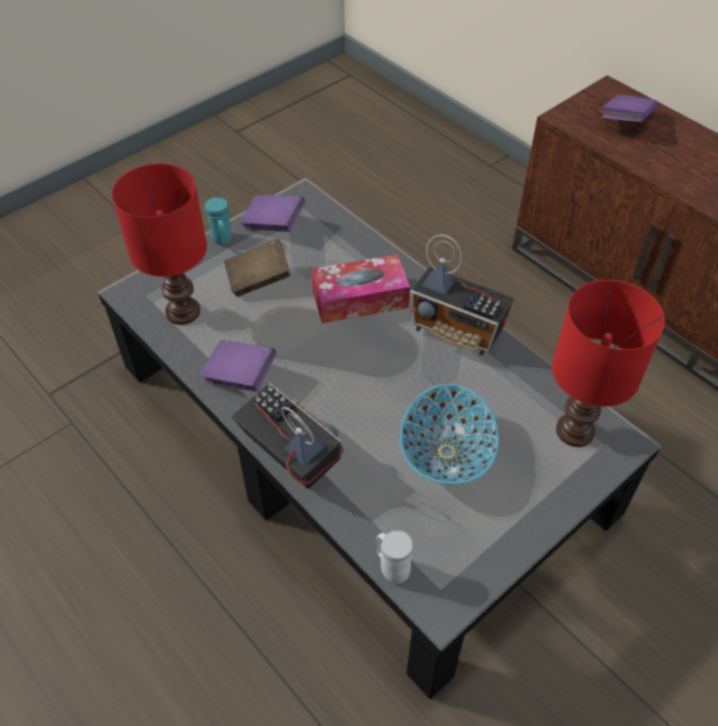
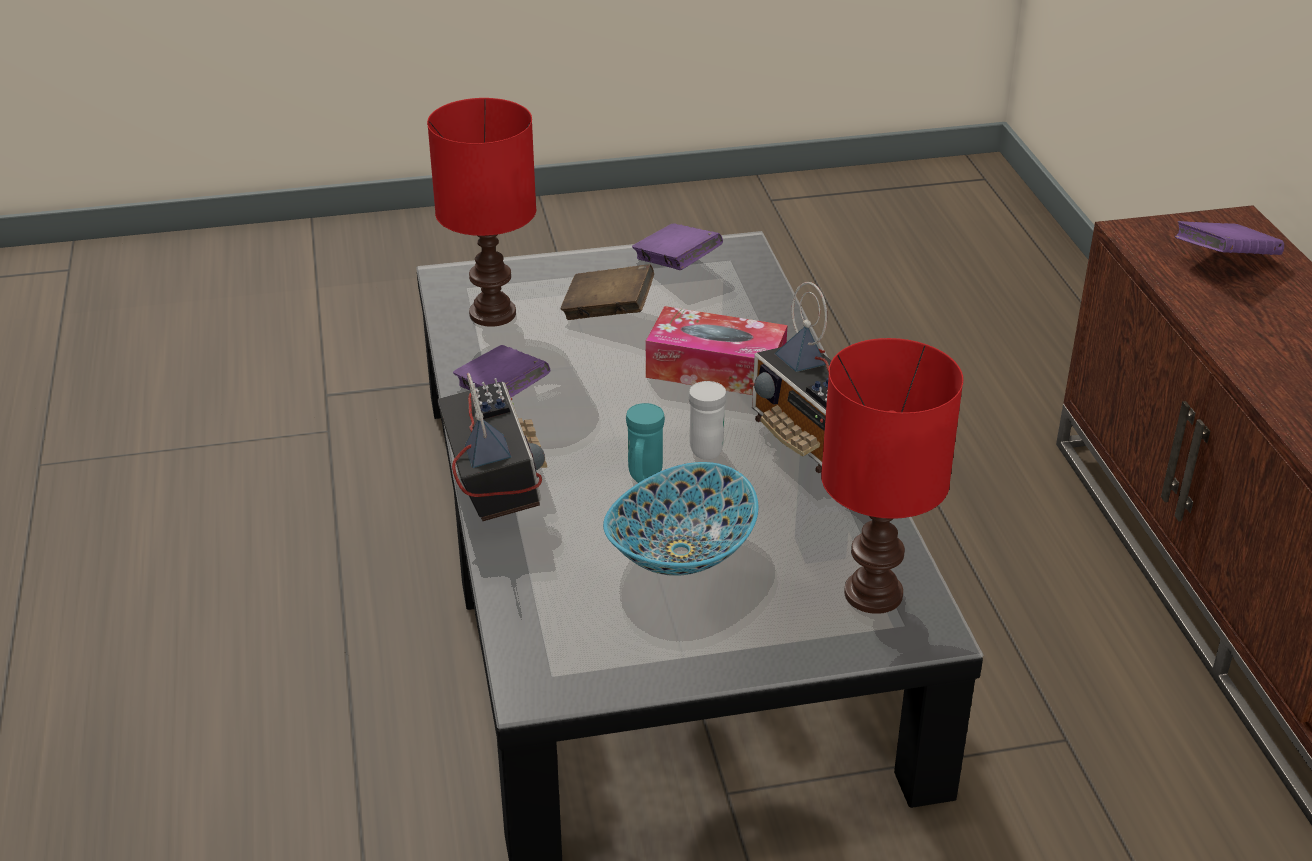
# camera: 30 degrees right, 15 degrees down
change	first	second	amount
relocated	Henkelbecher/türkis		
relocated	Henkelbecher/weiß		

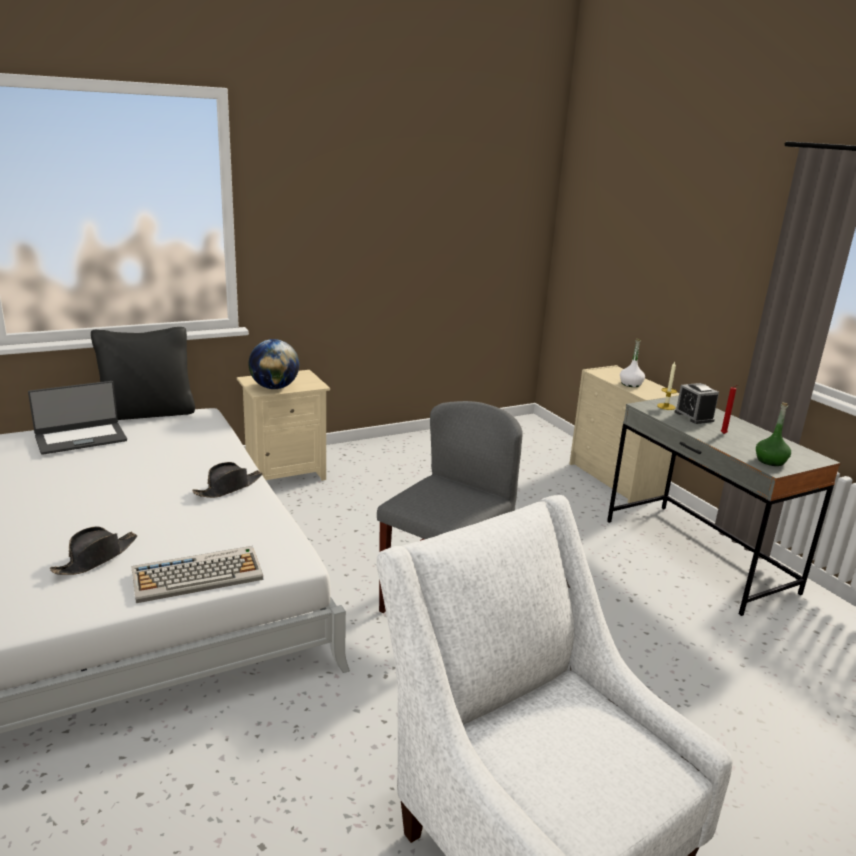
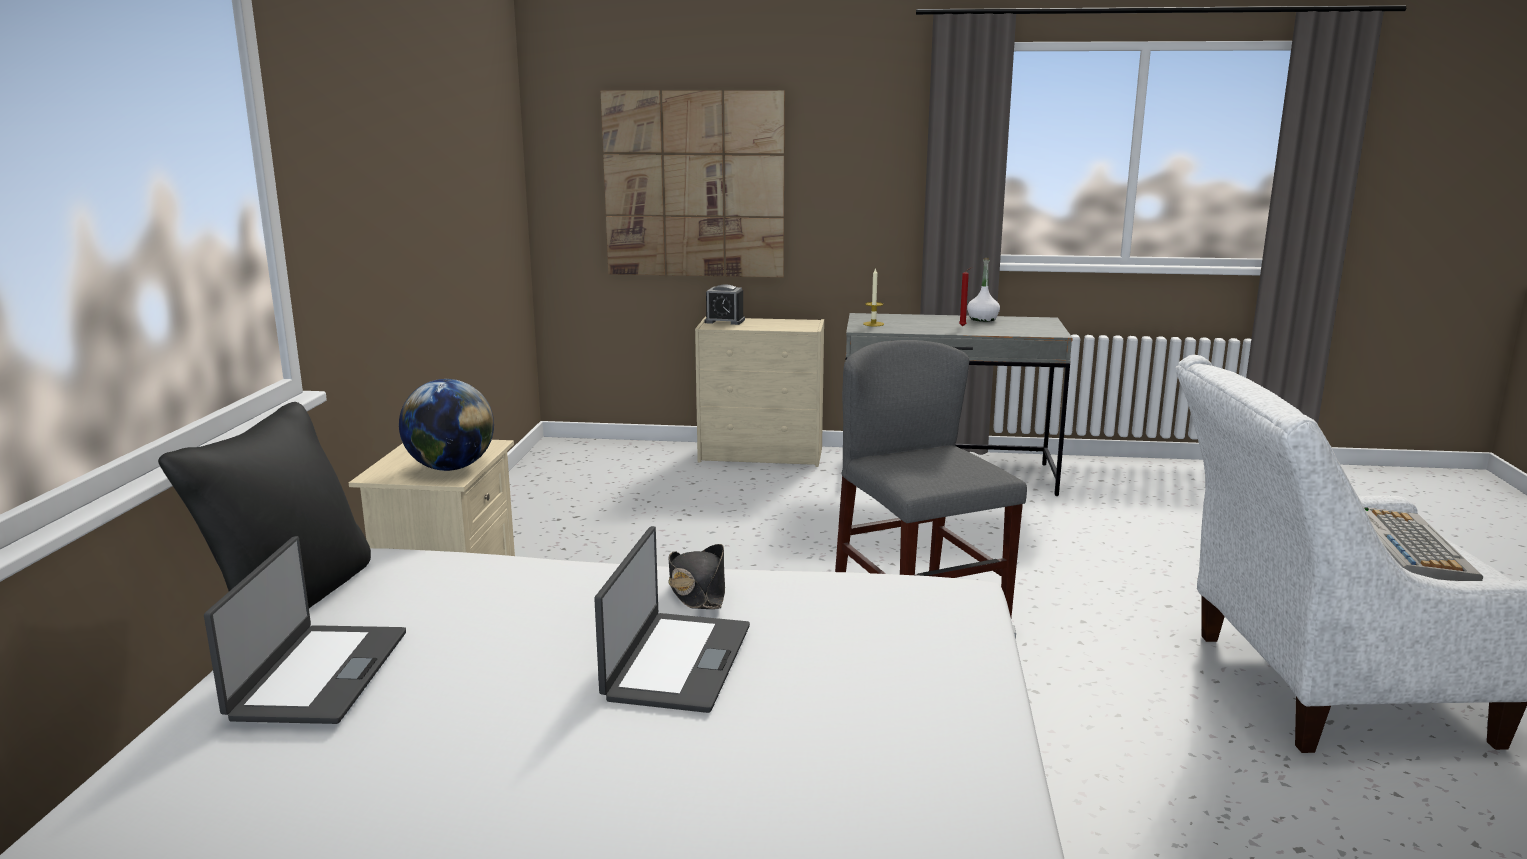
# camera: 55 degrees left, 5 degrees down
change	first	second	amount
missing	Hut/schwarz (no. 1 from left)		
relocated	Tastatur		
relocated	Flasche/weiß		
relocated	Wecker		
missing	Flasche/grün		
appeared		Laptop (no. 2 from left)	
appeared		Bild	

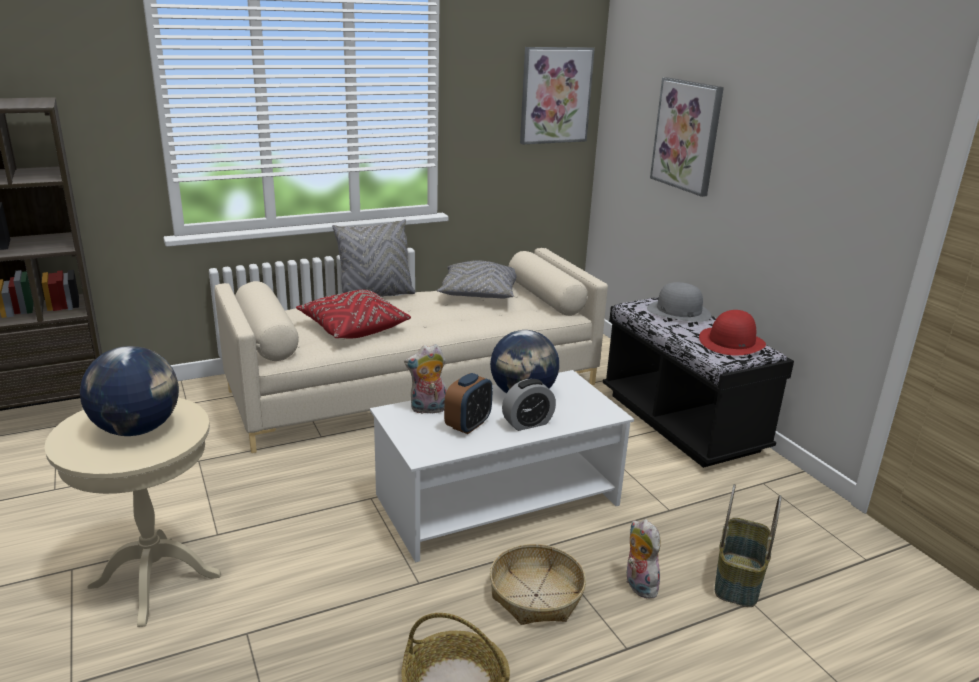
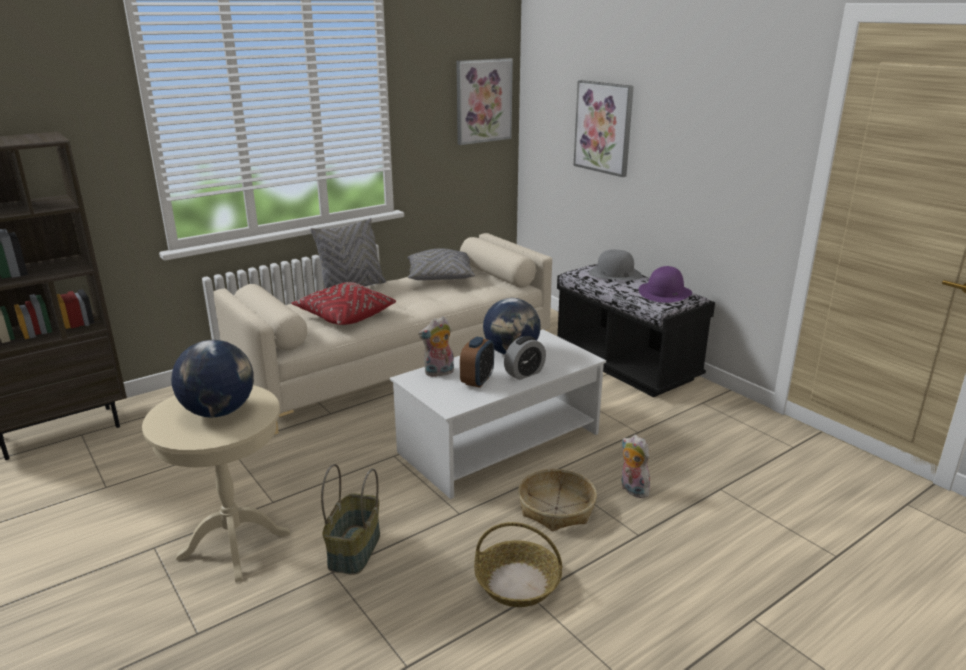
# camera: 10 degrees left, 0 degrees up
change	first	second	amount
colour	Hut/rot	Hut/lila	
relocated	Korb (no. 3 from left in the first image)	Korb (no. 1 from left)	

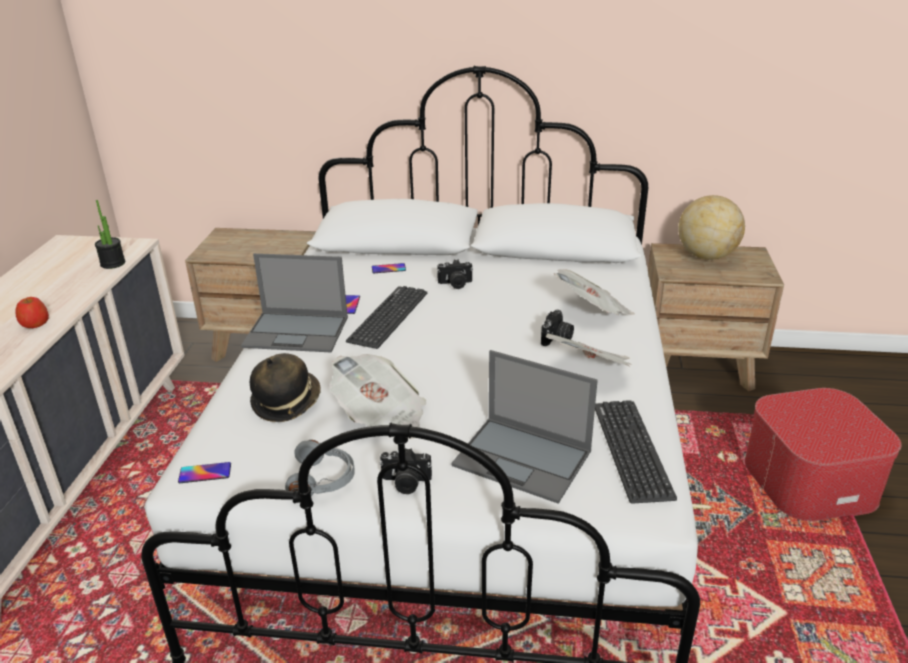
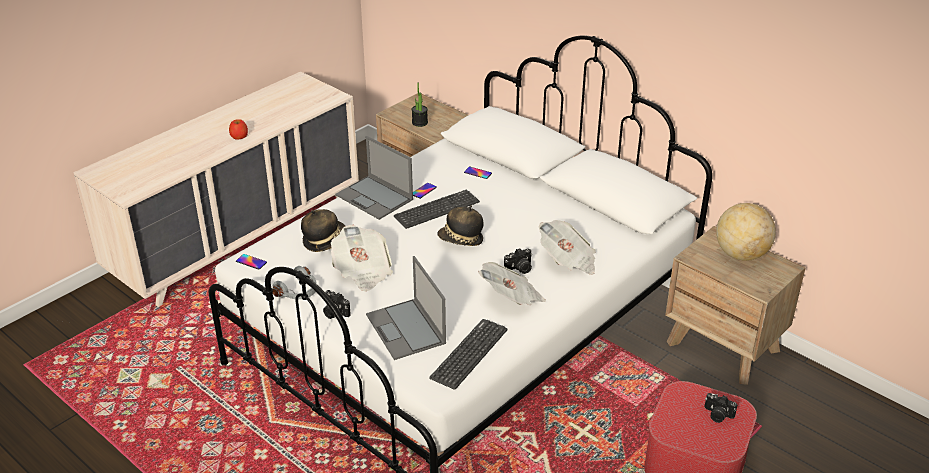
# camera: 35 degrees right, 5 degrees up
change	first	second	amount
relocated	Topfpflanze		
relocated	Kamera (no. 2 from left in the first image)	Kamera (no. 3 from left)	
appeared		Hut (no. 2 from left)	

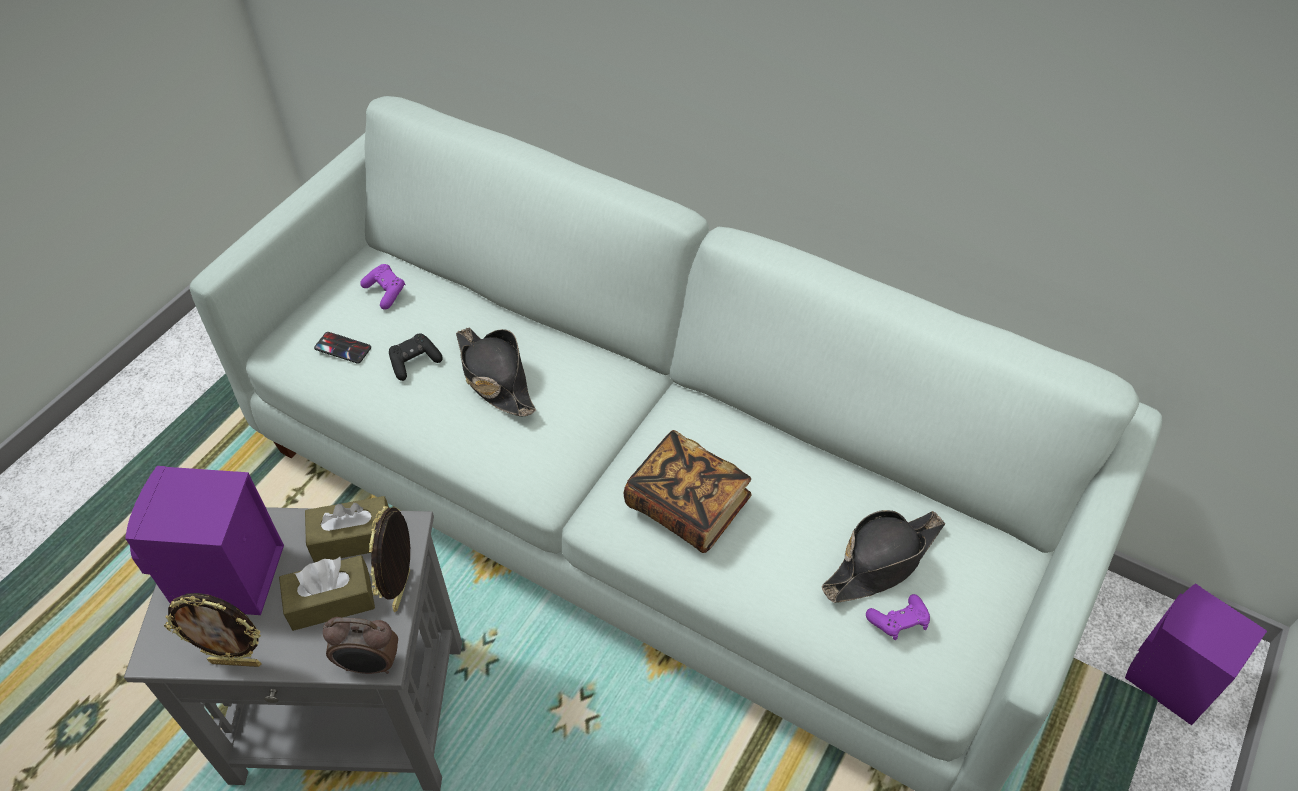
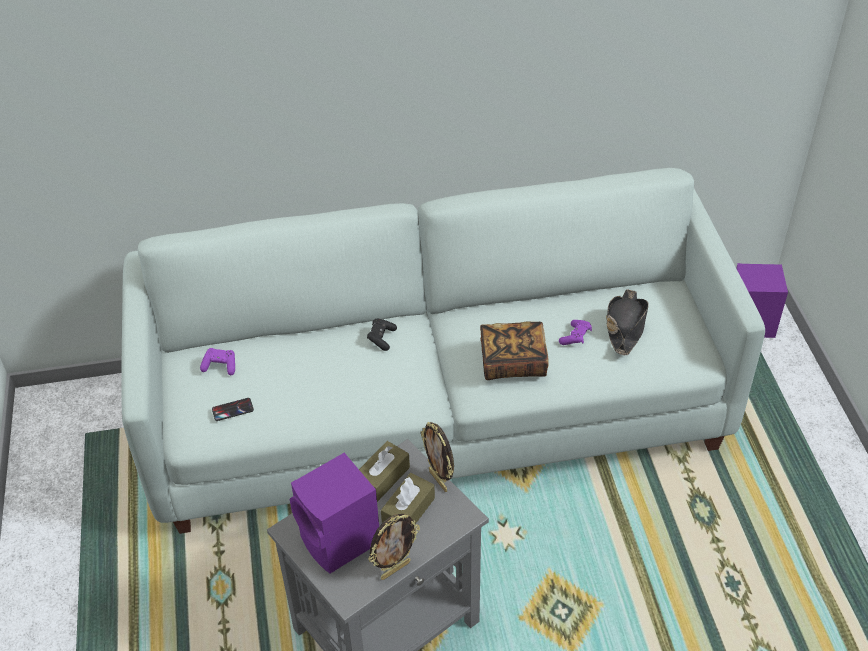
# camera: 40 degrees left, 5 degrees down
change	first	second	amount
missing	Wecker		
relocated	Gamepad/schwarz		
missing	Hut/schwarz (no. 1 from left)		
relocated	Gamepad/lila (no. 2 from left)		

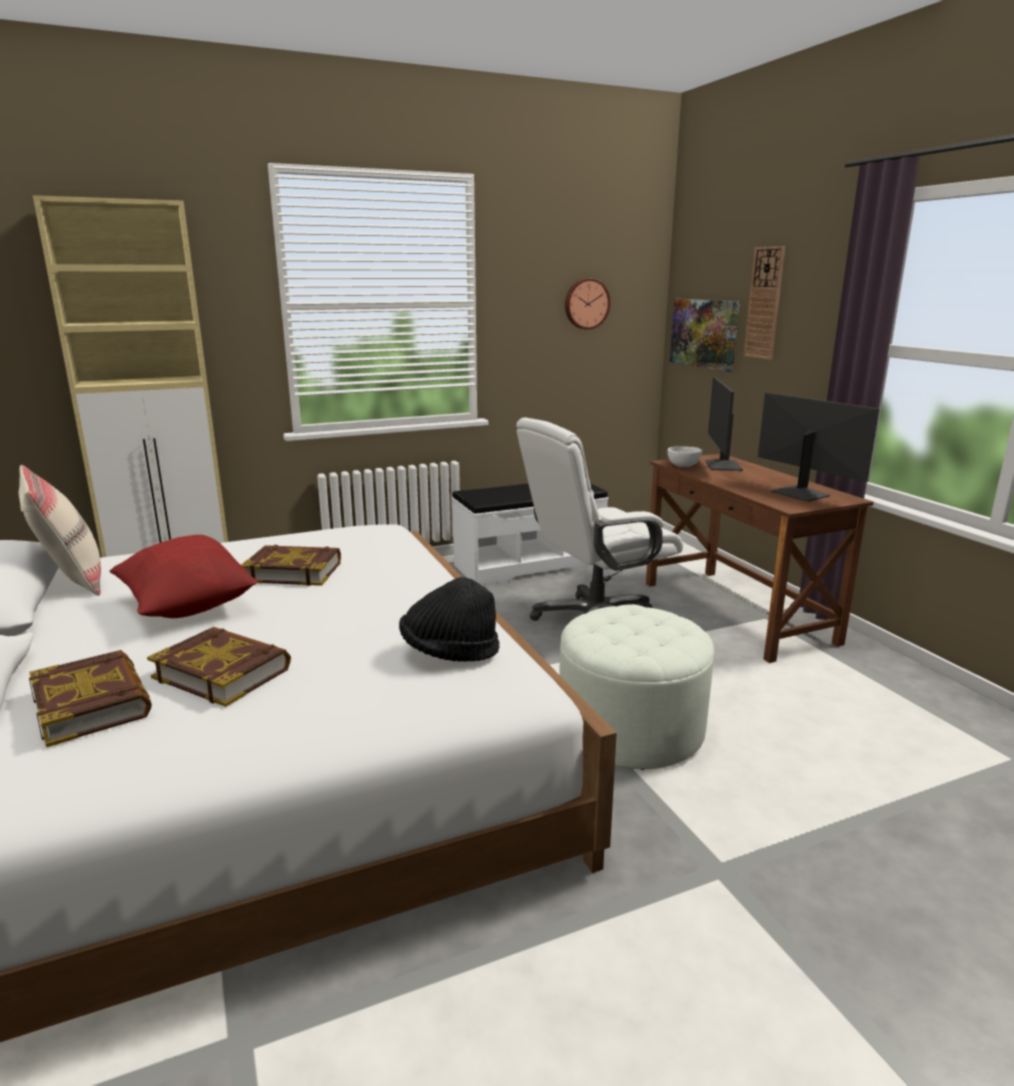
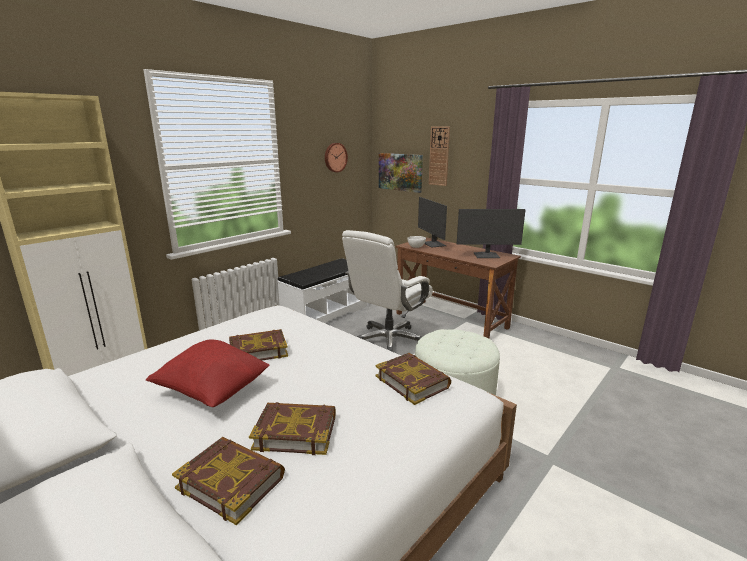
# camera: 25 degrees left, 0 degrees up
change	first	second	amount
missing	Kissen/beige		
exchanged	Hut/schwarz	Buch (no. 4 from left)	
spun	Monitor (no. 2 from left)		150 degrees clockwise

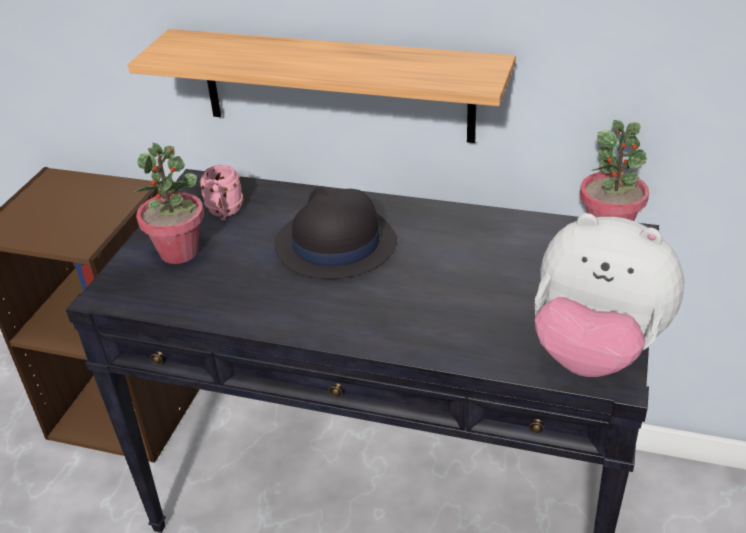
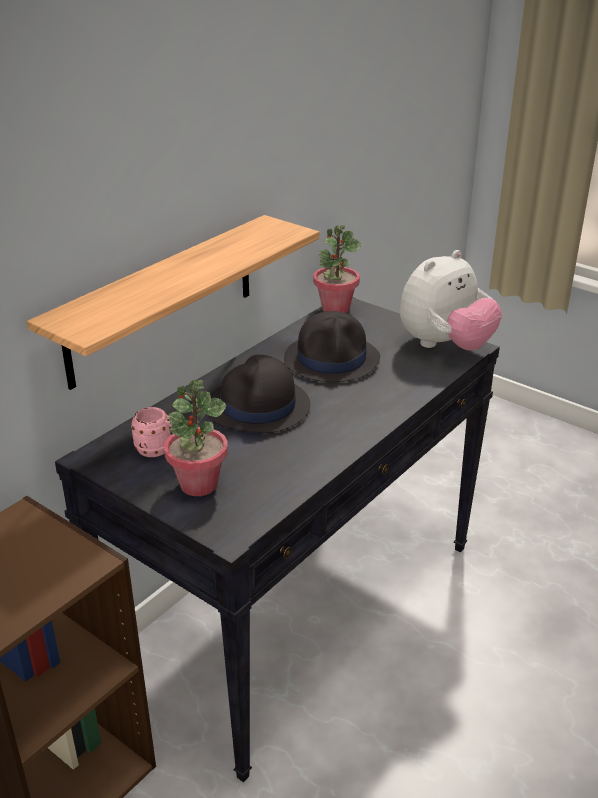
# camera: 70 degrees left, 5 degrees down
change	first	second	amount
appeared		Hut/schwarz (no. 2 from left)	

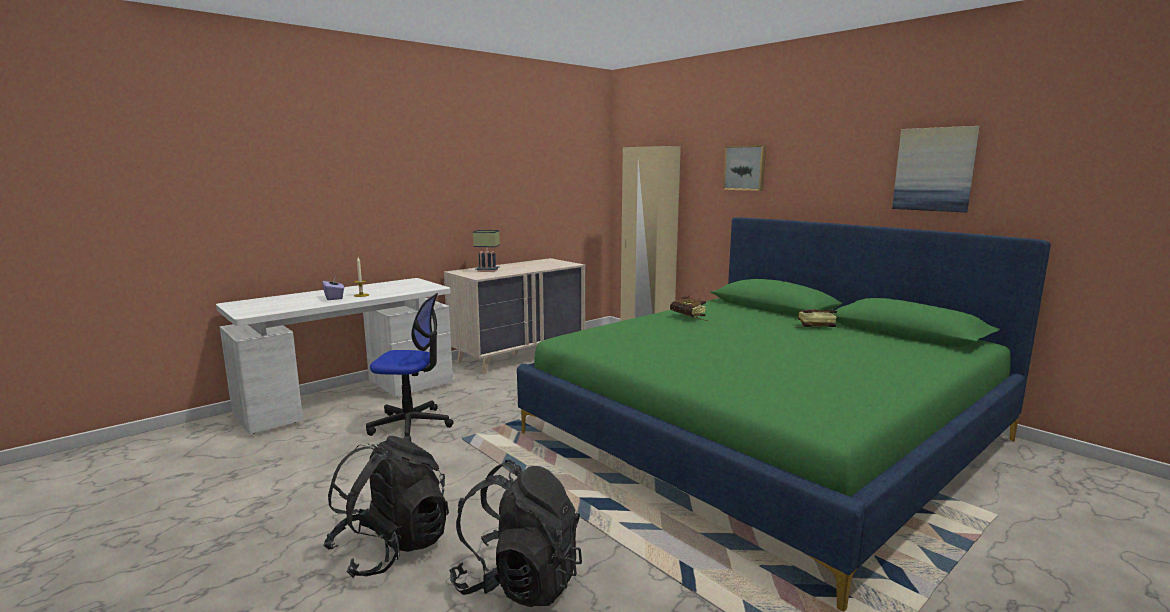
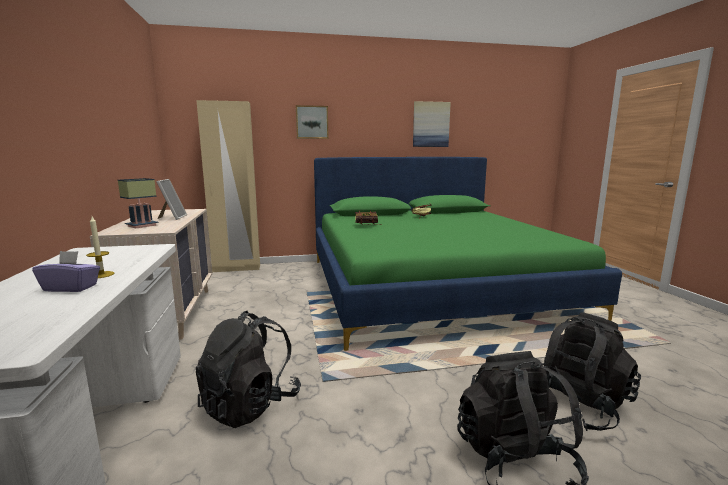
# camera: 60 degrees left, 0 degrees up
change	first	second	amount
exchanged	Bürostuhl	Rucksack/schwarz (no. 1 from left)	
appeared		Bilderrahmen	

